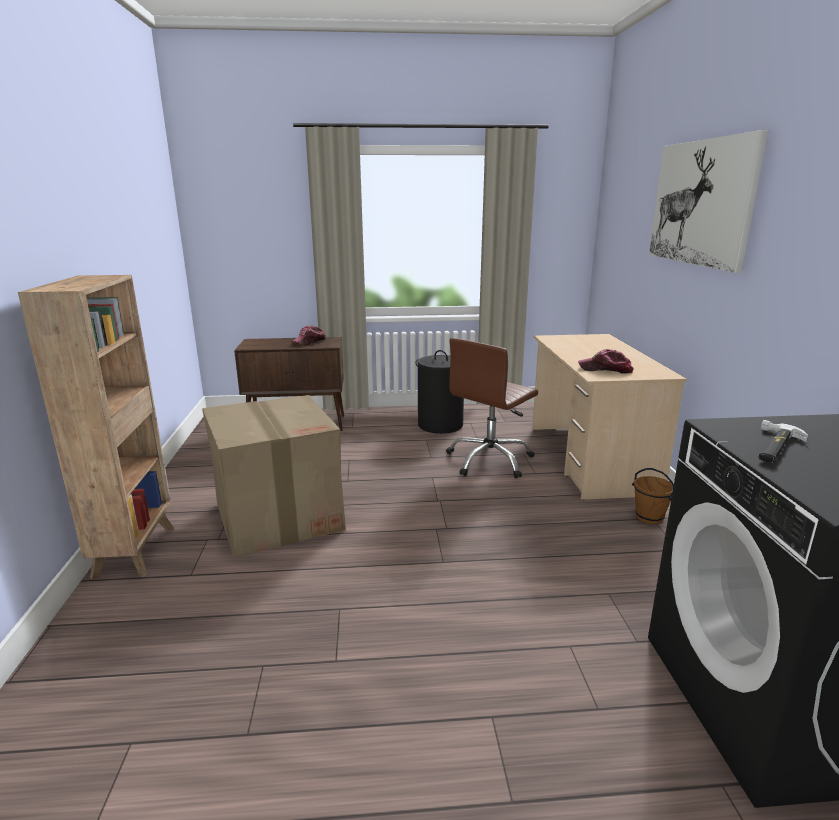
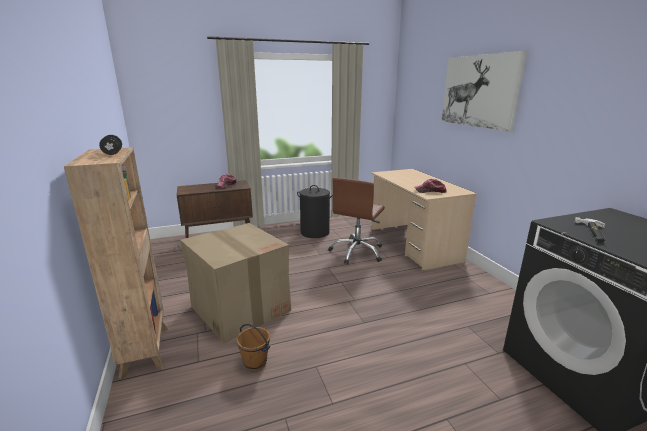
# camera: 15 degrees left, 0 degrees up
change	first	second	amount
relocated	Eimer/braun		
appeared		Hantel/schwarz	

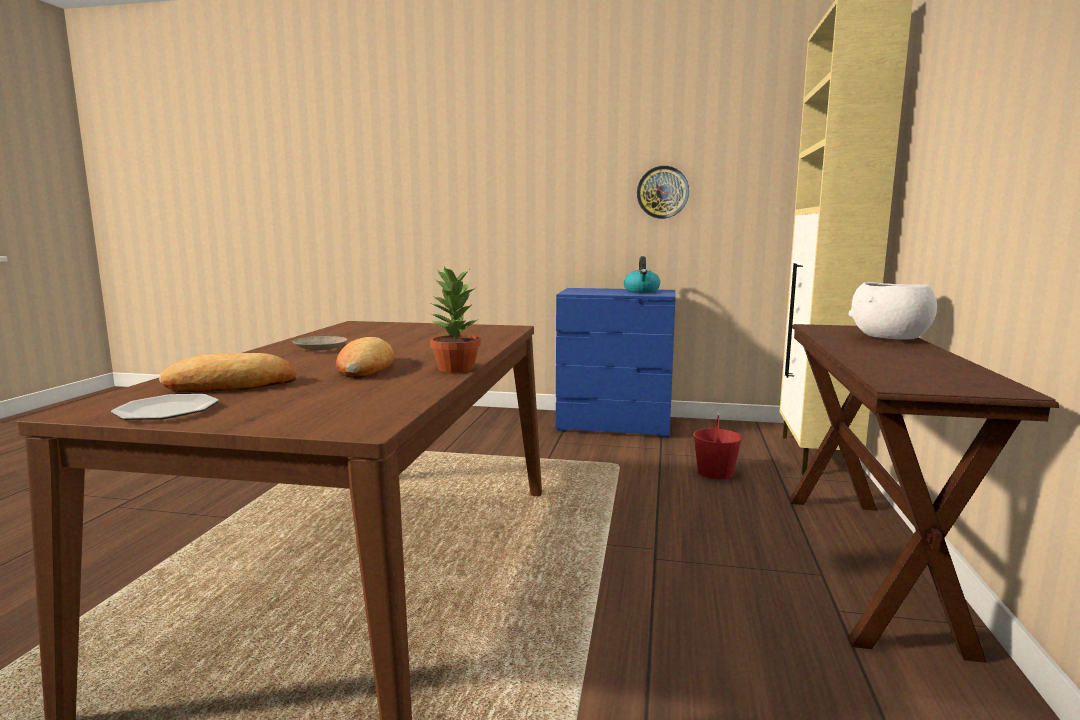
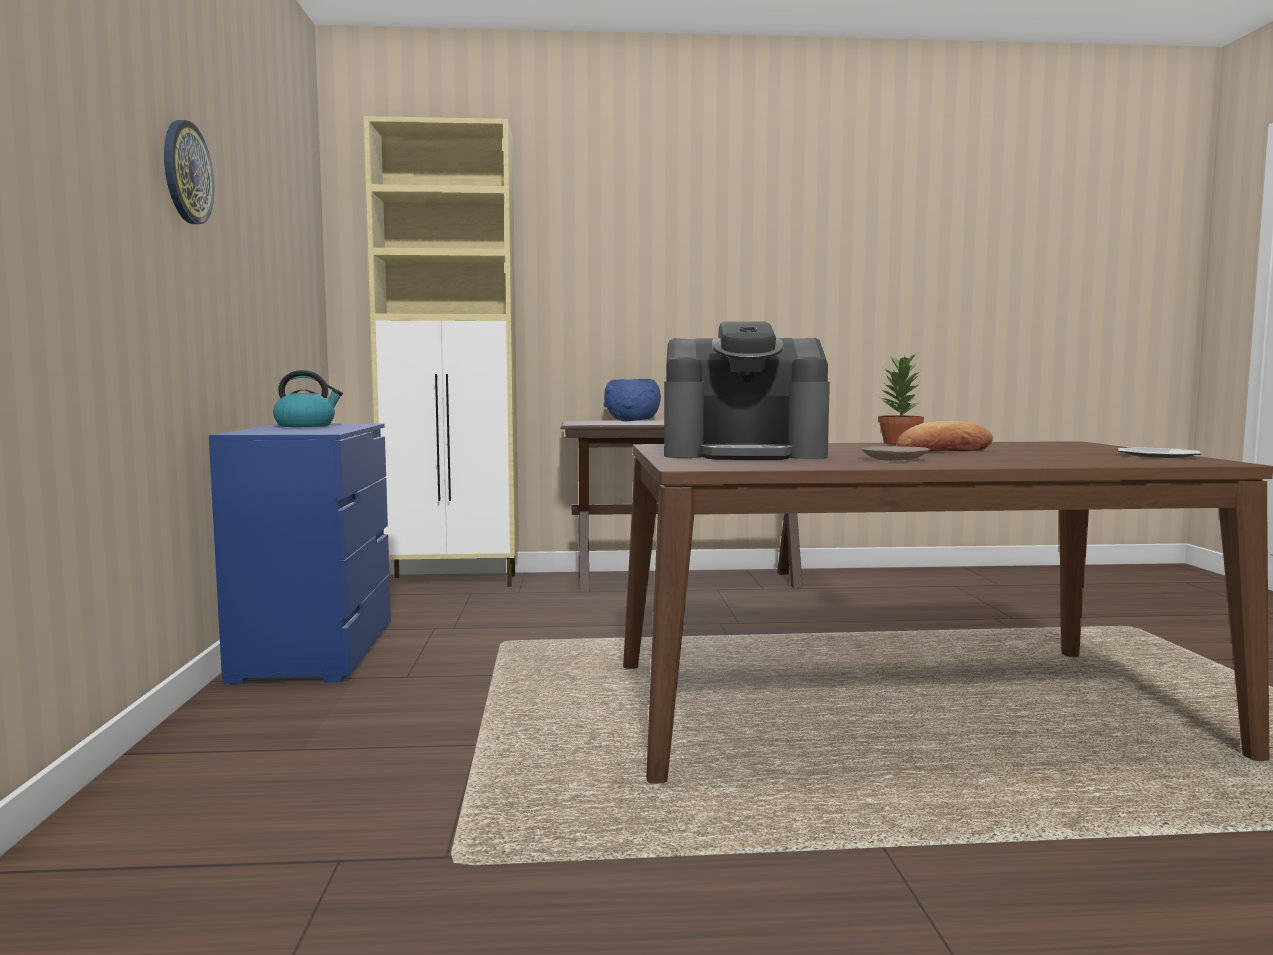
# camera: 105 degrees left, 5 degrees down
change	first	second	amount
missing	Brot (no. 1 from left)		
relocated	Wanduhr		
missing	Eimer/rot		
colour	Schüssel/weiß	Schüssel/blau	
appeared		Kaffeemaschine	

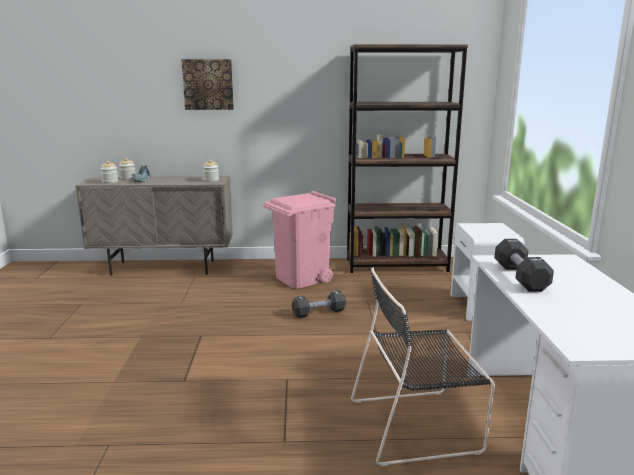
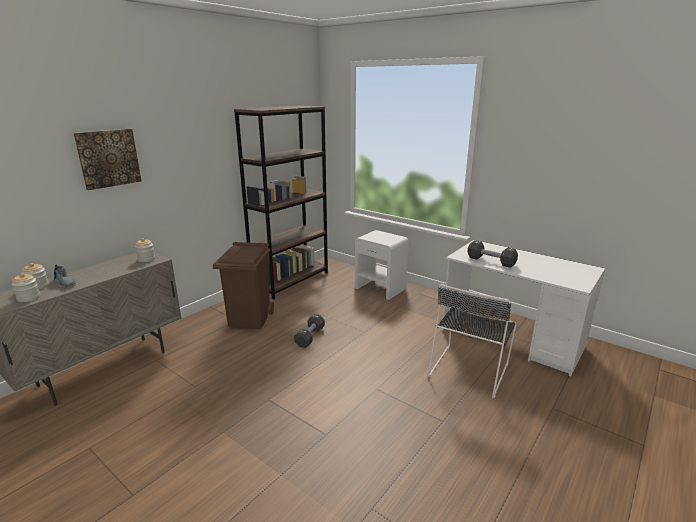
# camera: 50 degrees left, 5 degrees up
change	first	second	amount
colour	Mülleimer/rosa	Mülleimer/braun	

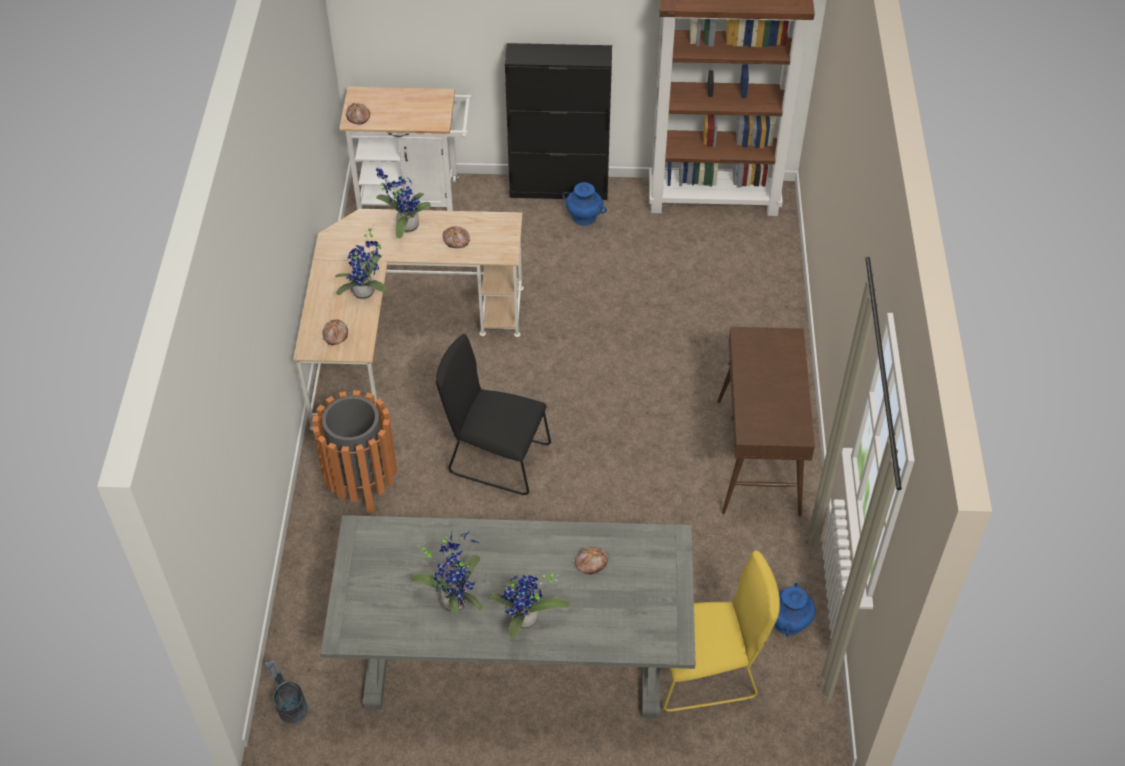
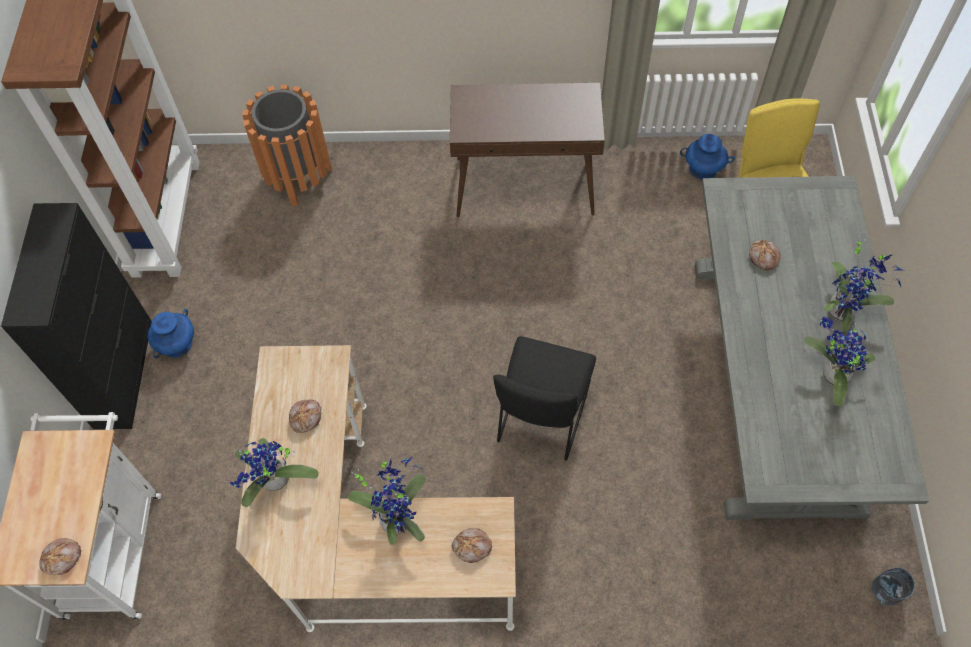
# camera: 90 degrees left, 10 degrees up
change	first	second	amount
relocated	Mülleimer/orange		

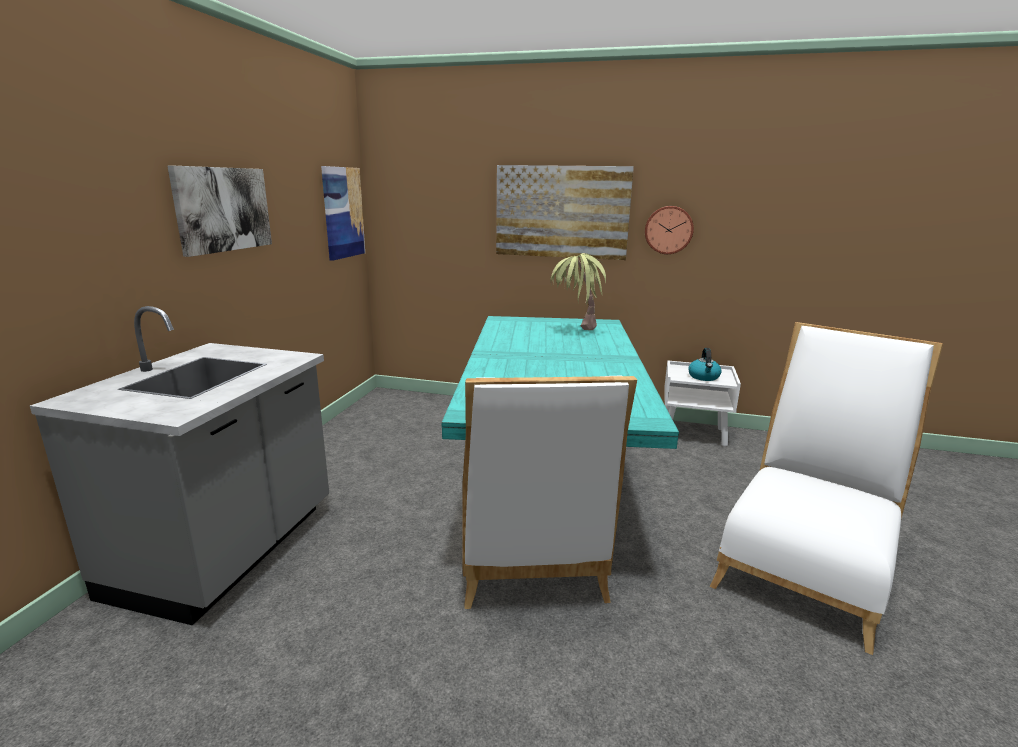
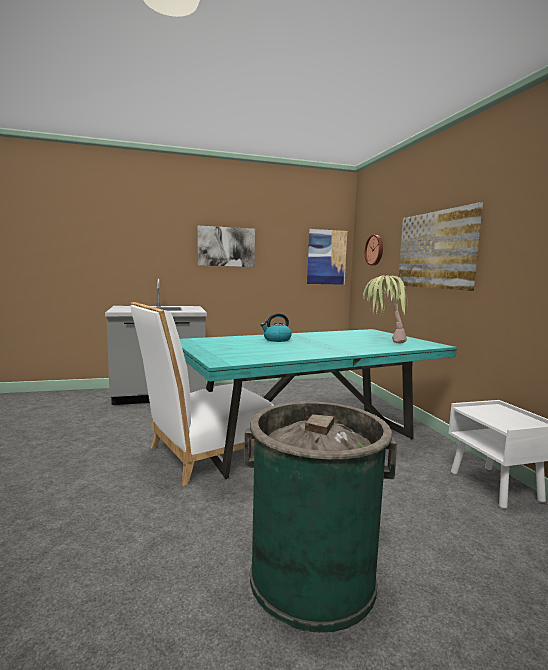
# camera: 60 degrees right, 10 degrees down
change	first	second	amount
relocated	Wanduhr		
relocated	Wasserkessel		
exchanged	Stuhl/weiß (no. 2 from left)	Mülleimer/grün	

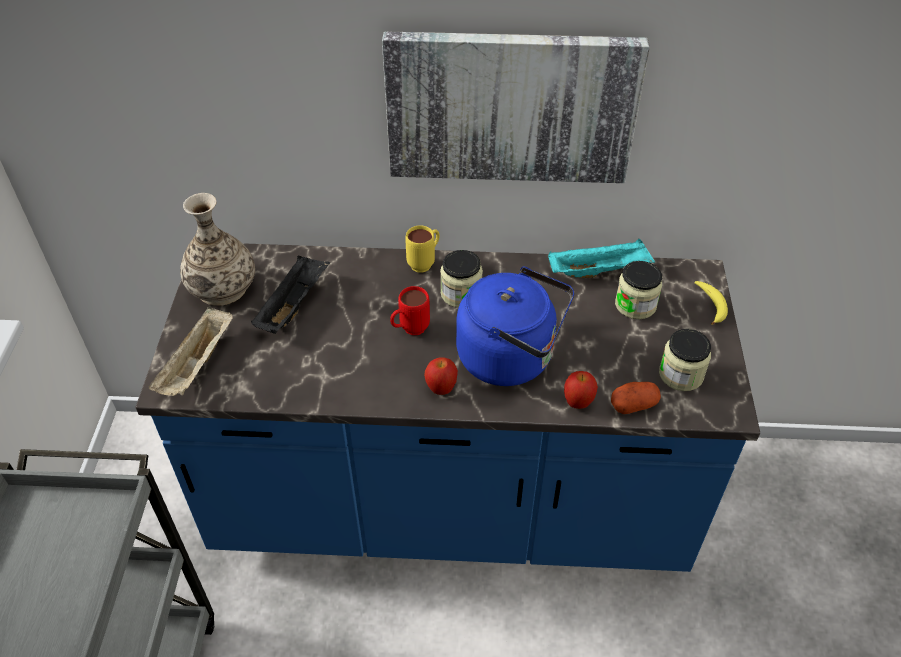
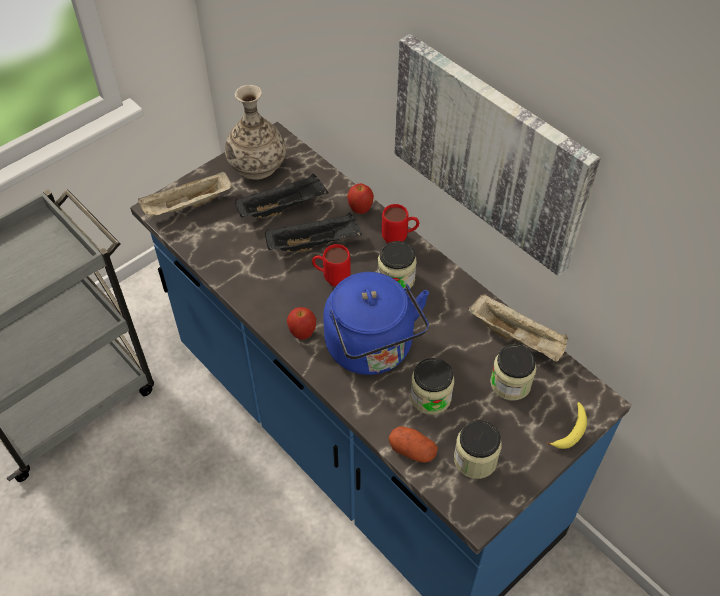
# camera: 45 degrees right, 5 degrees up
change	first	second	amount
colour	Henkelbecher/gelb	Henkelbecher/rot (no. 2 from left)	
colour	Tablett/türkis	Tablett/beige (no. 2 from left)	
relocated	Apfel (no. 2 from left)		
appeared		Tablett/schwarz (no. 2 from left)	
appeared		Vorratsglas (no. 2 from left)	

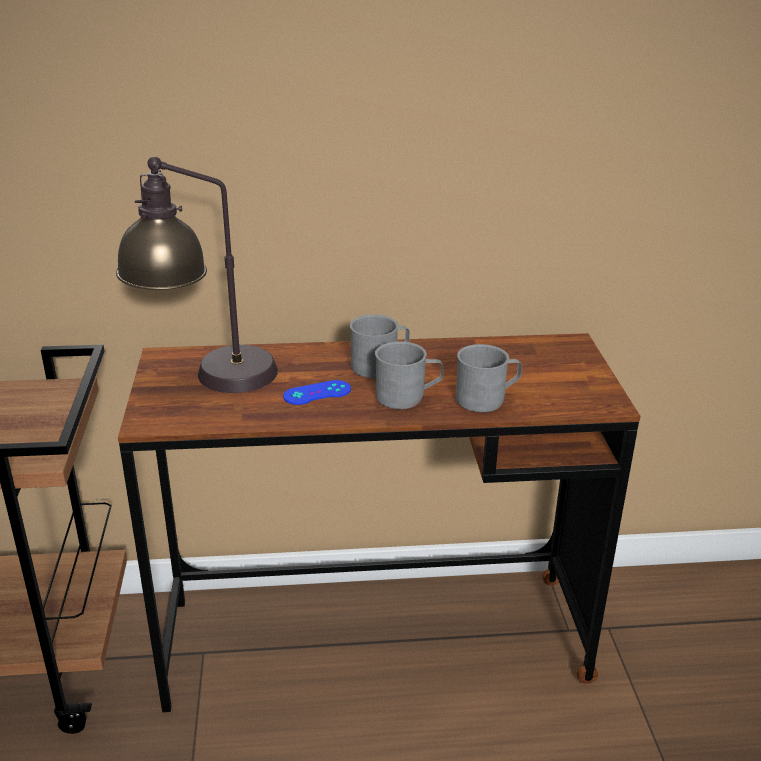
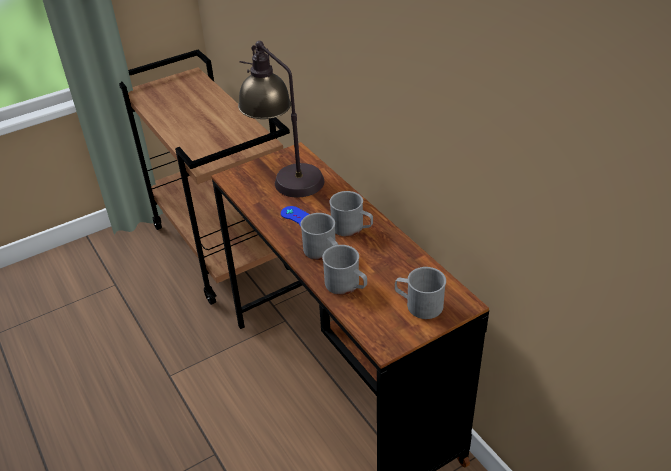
# camera: 65 degrees right, 10 degrees up
change	first	second	amount
appeared		Henkelbecher/grau (no. 4 from left)	

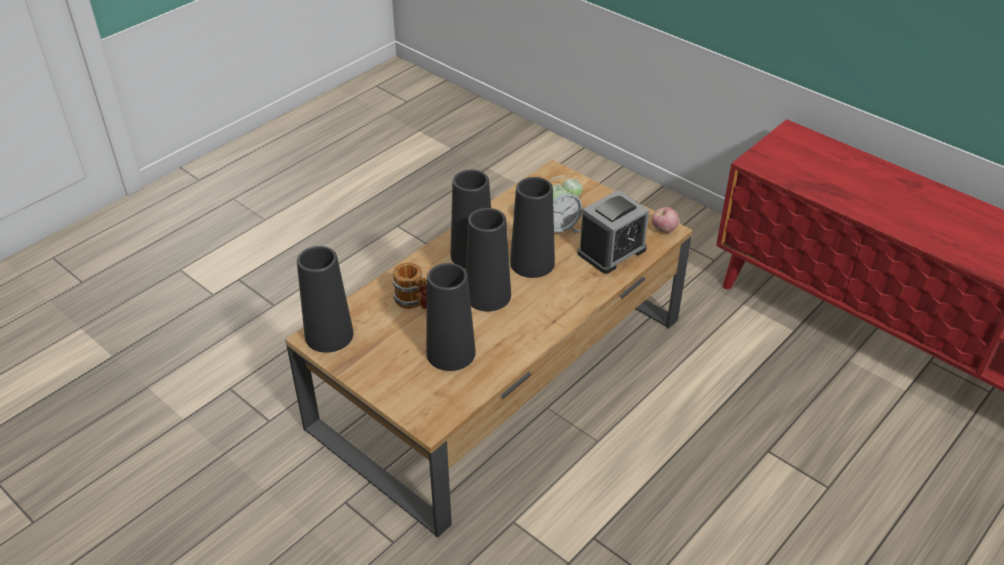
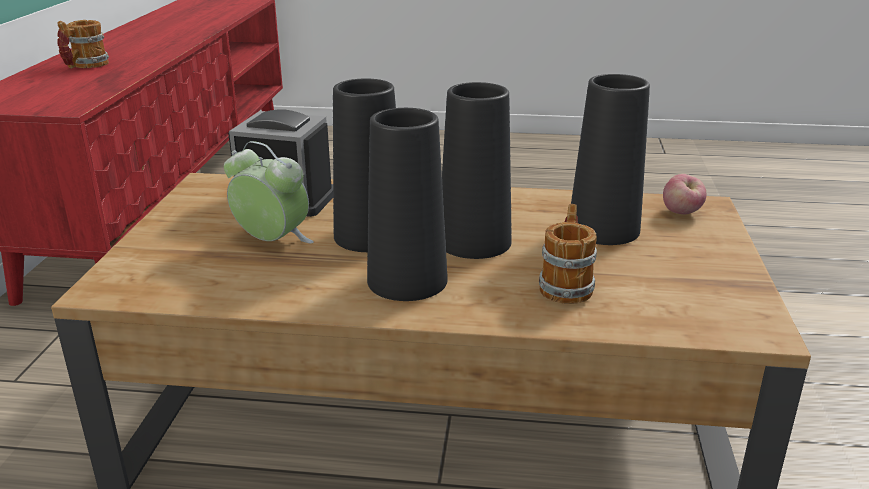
# camera: 125 degrees left, 15 degrees down
change	first	second	amount
missing	Vase/schwarz (no. 1 from left)		
relocated	Apfel		
appeared		Henkelbecher (no. 1 from left)	

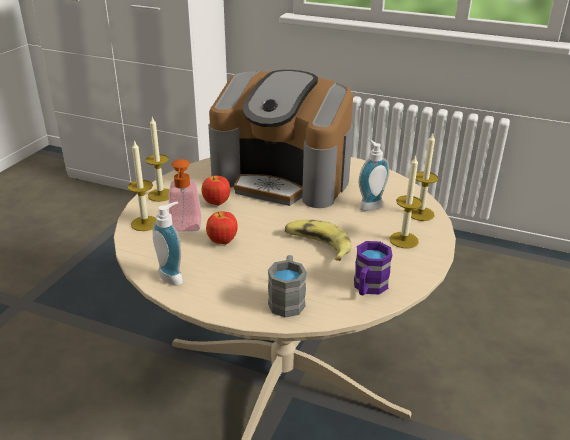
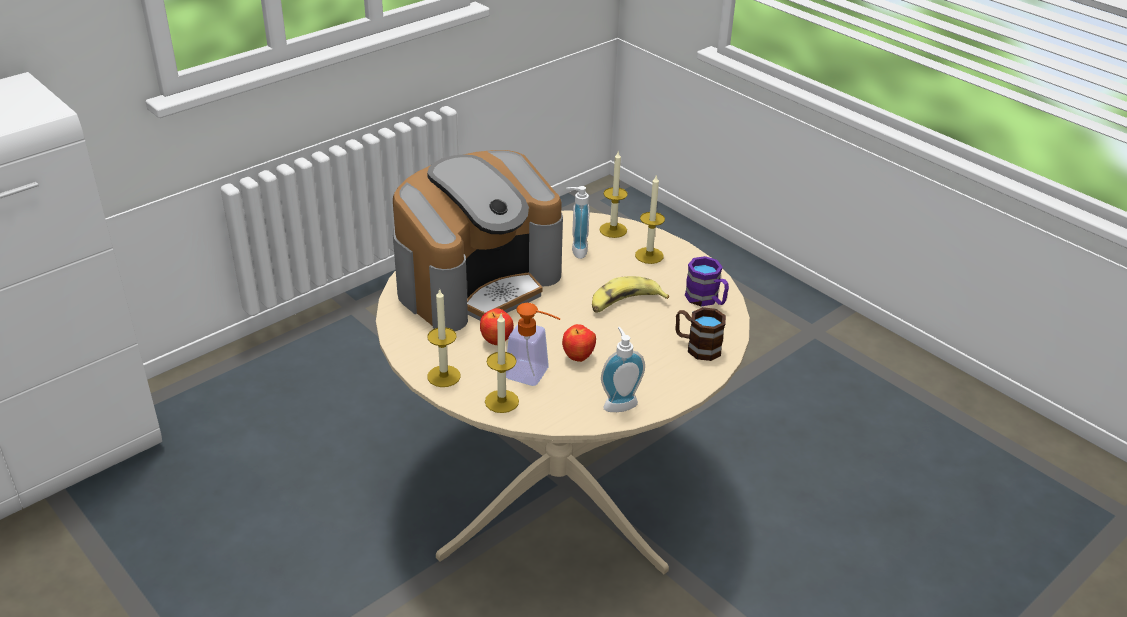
# camera: 65 degrees left, 5 degrees up
change	first	second	amount
colour	Henkelbecher/grau	Henkelbecher/braun	

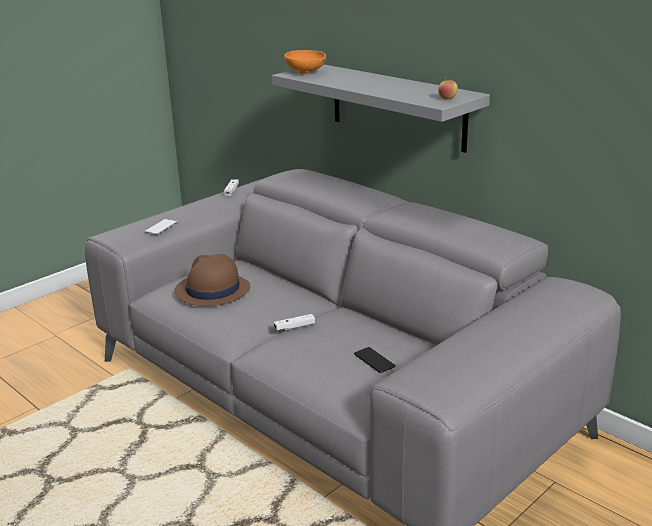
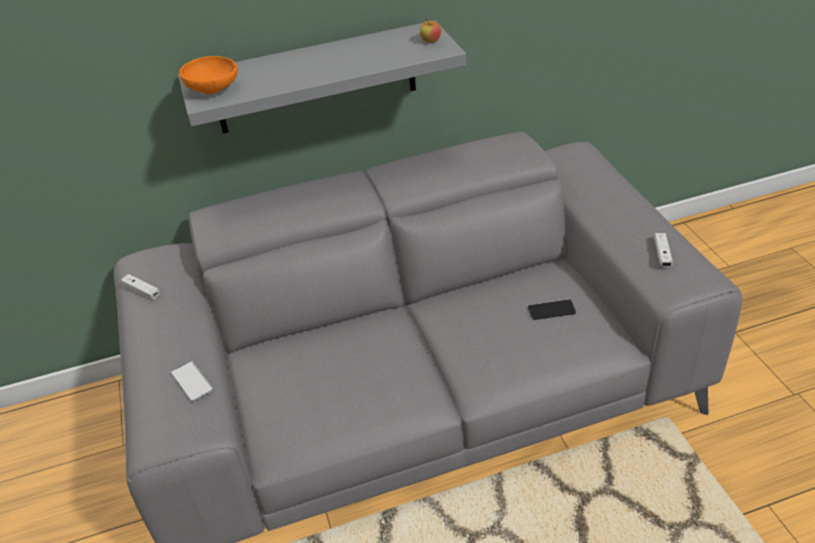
# camera: 60 degrees left, 15 degrees up
change	first	second	amount
missing	Hut/braun		
relocated	Gamepad/weiß (no. 2 from left)		

